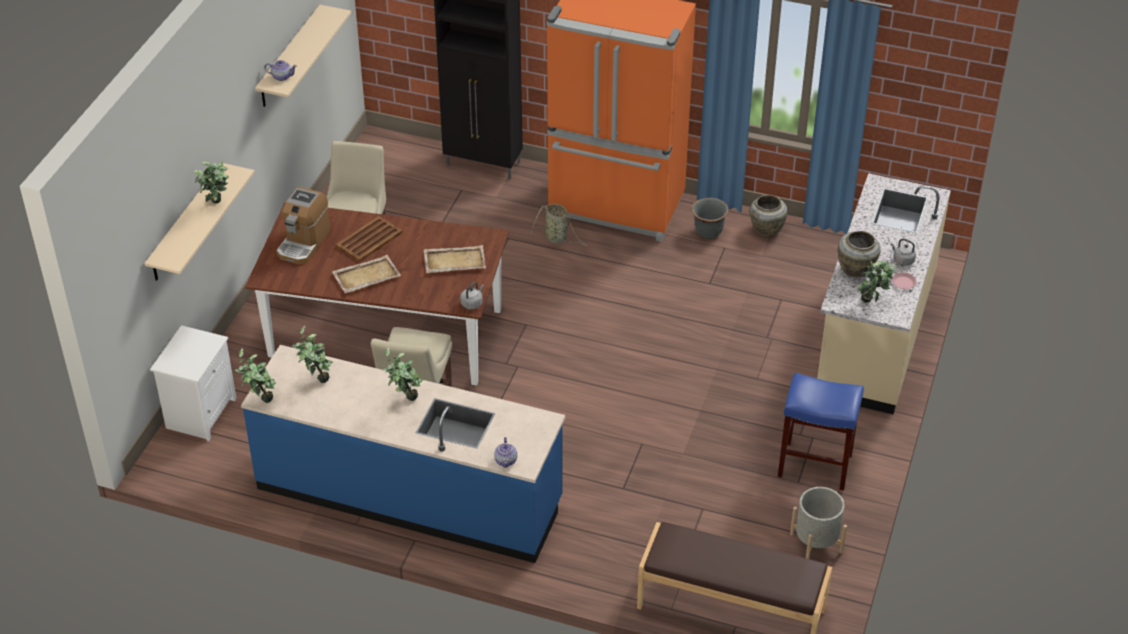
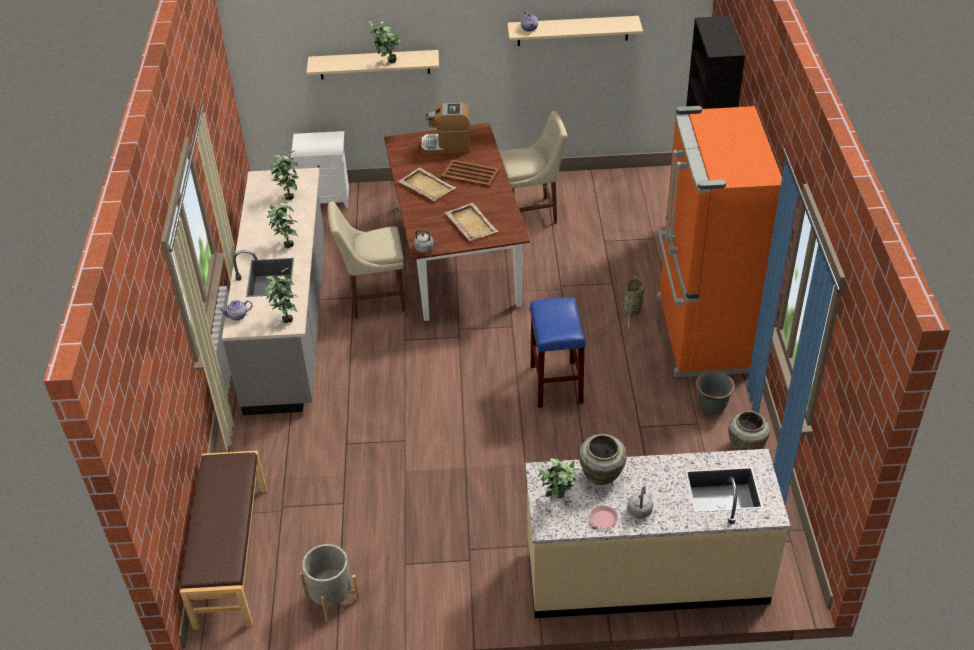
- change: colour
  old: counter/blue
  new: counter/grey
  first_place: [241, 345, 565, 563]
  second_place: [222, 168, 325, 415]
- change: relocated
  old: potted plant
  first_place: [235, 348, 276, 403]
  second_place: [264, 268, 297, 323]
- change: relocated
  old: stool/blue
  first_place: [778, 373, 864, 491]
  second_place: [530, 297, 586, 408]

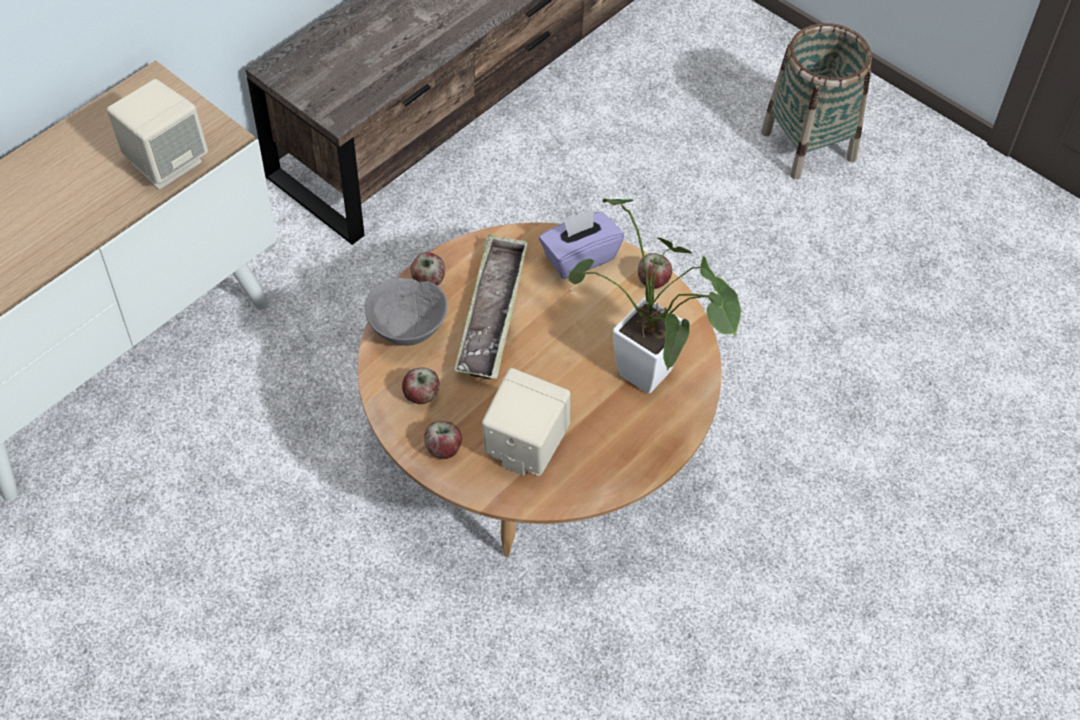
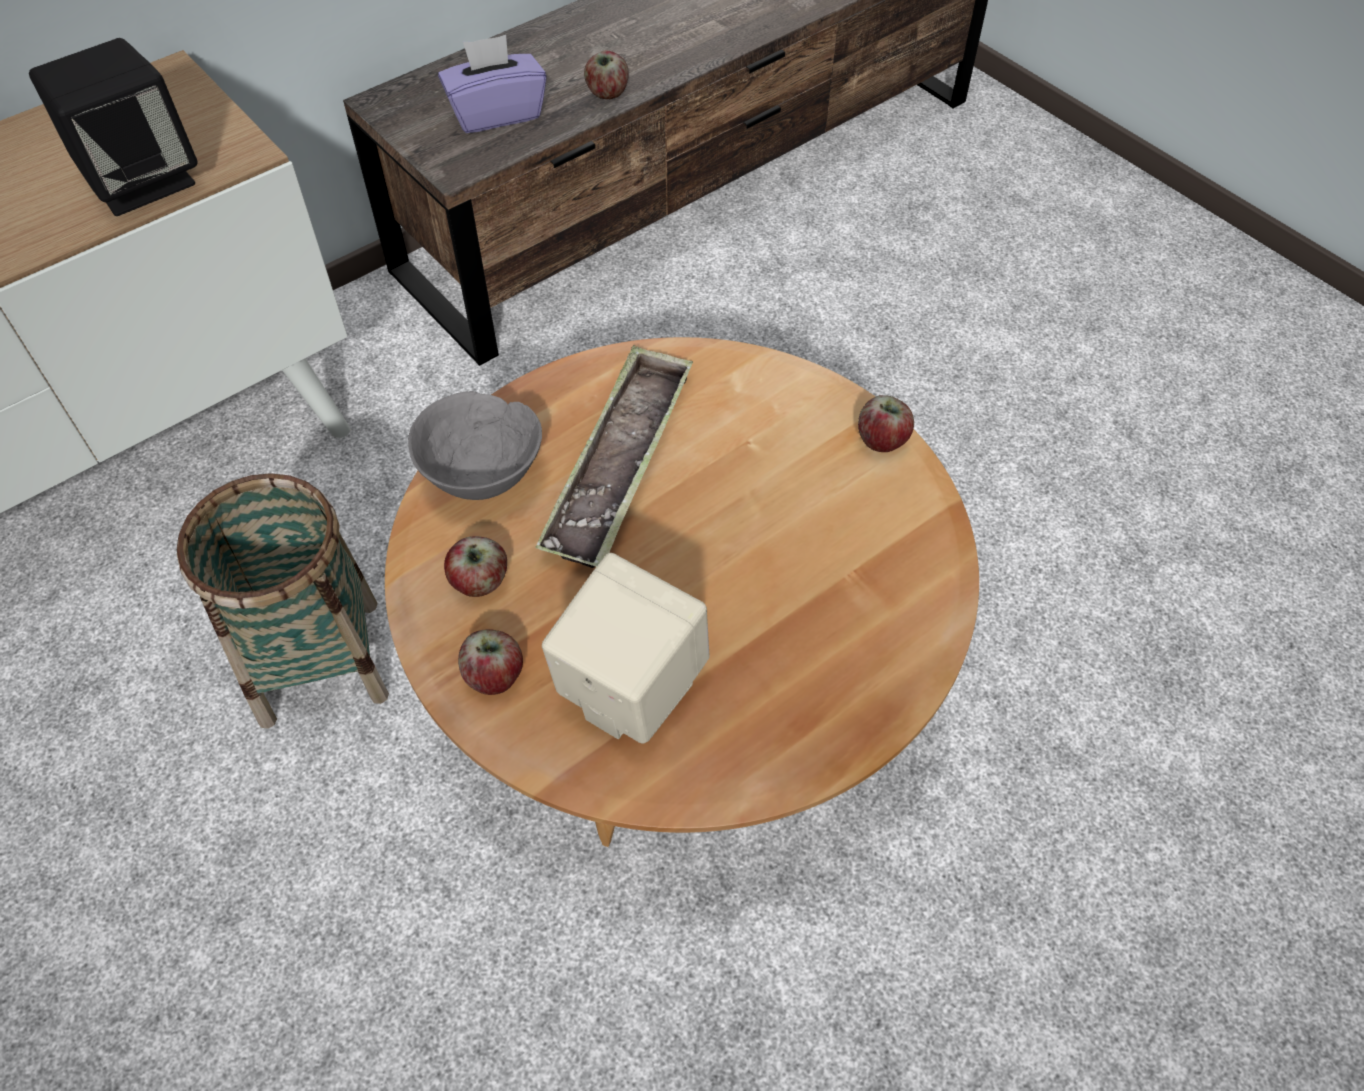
- change: colour
  old: speaker/beige
  new: speaker/black
  first_place: [107, 79, 208, 189]
  second_place: [29, 38, 198, 216]
- change: relocated
  old: basket
  first_place: [761, 23, 872, 179]
  second_place: [177, 474, 389, 729]
- change: relocated
  old: tissue box/purple
  first_place: [539, 210, 624, 279]
  second_place: [438, 35, 547, 133]
- change: relocated
  old: apple
  first_place: [411, 252, 445, 286]
  second_place: [584, 51, 629, 99]
- change: missing
  old: potted plant
  first_place: [568, 198, 743, 394]

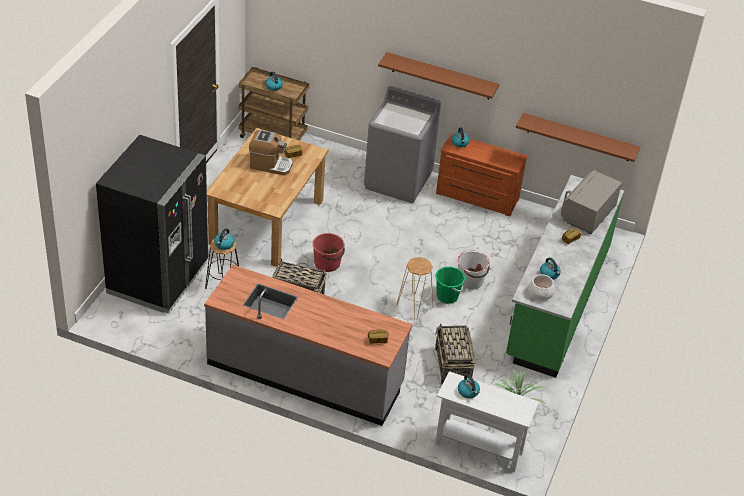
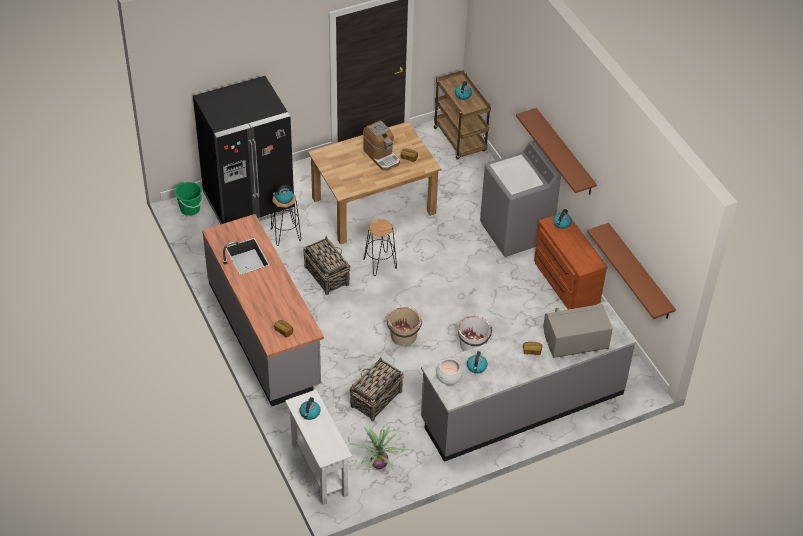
- change: relocated
  old: bucket/green
  first_place: [435, 267, 465, 304]
  second_place: [174, 182, 203, 216]
- change: exchanged
  old: bucket/red
  new: stool/black
  first_place: [312, 233, 345, 272]
  second_place: [364, 219, 397, 276]
- change: exchanged
  old: stool/beige
  new: bucket/beige
  first_place: [396, 257, 433, 320]
  second_place: [387, 307, 422, 346]
- change: colour
  old: counter/green
  new: counter/grey
  first_place: [506, 175, 624, 378]
  second_place: [421, 301, 636, 462]

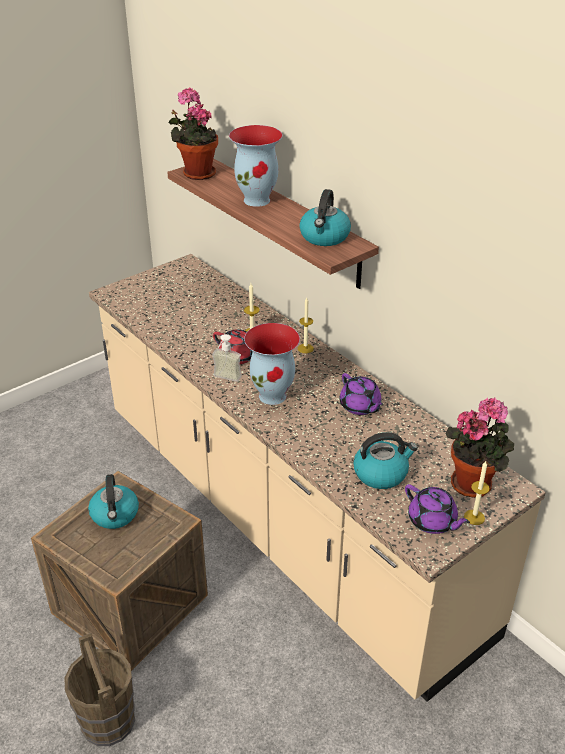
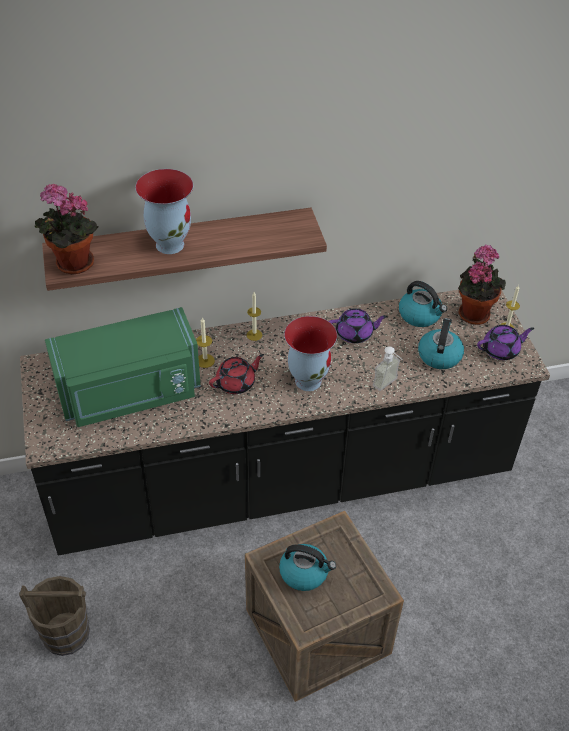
- change: relocated
  old: bucket/brown
  first_place: [64, 633, 135, 746]
  second_place: [19, 576, 90, 656]
- change: colour
  old: counter/beige
  new: counter/black
  first_place: [89, 254, 546, 702]
  second_place: [20, 289, 550, 555]
- change: appeared
  new: microwave/green
  second_place: [45, 307, 201, 427]
- change: relocated
  old: soap dispenser
  first_place: [212, 334, 242, 382]
  second_place: [373, 346, 403, 391]
- change: relocated
  old: kettle
  first_place: [299, 189, 351, 246]
  second_place: [399, 281, 447, 327]

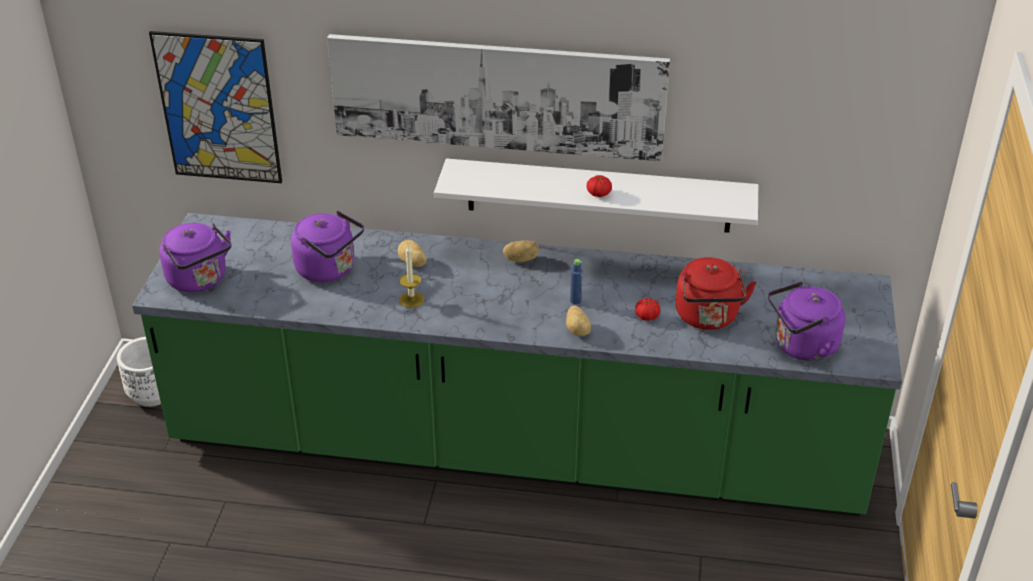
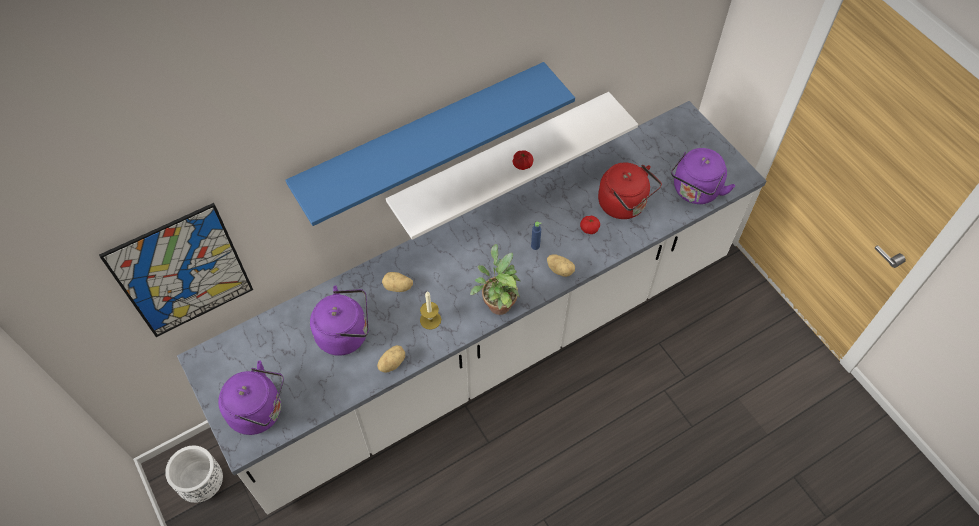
- change: colour
  old: counter/green
  new: counter/white
  first_place: [132, 213, 902, 517]
  second_place: [177, 101, 766, 515]
- change: exchanged
  old: picture
  new: shelf/blue
  first_place: [327, 34, 670, 161]
  second_place: [285, 62, 575, 226]
- change: relocated
  old: potato
  first_place: [503, 240, 539, 262]
  second_place: [377, 345, 405, 373]
- change: appeared
  new: potted plant
  second_place: [470, 244, 520, 315]

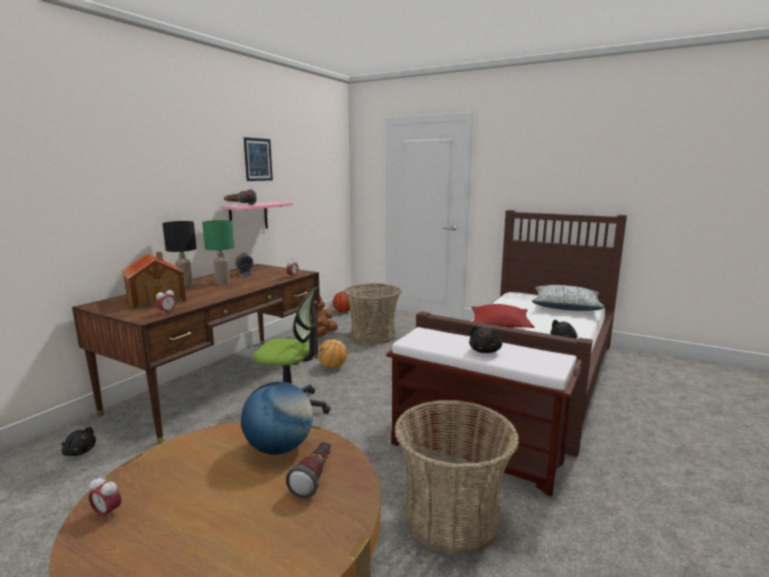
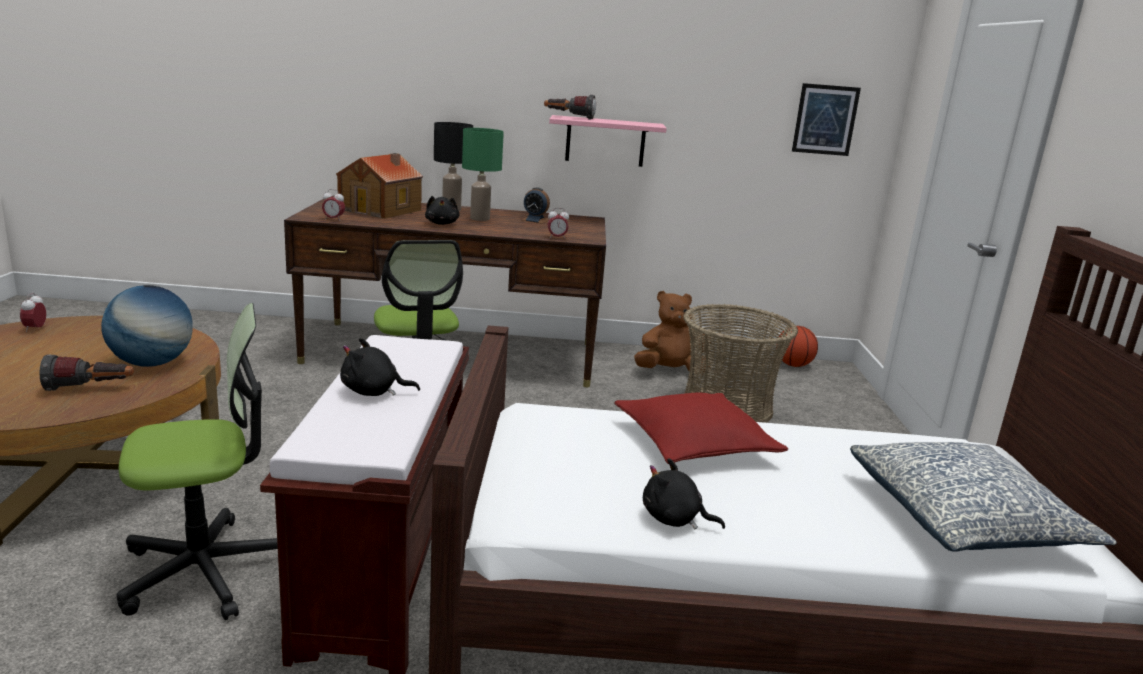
- change: exchanged
  old: basket
  new: office chair
  first_place: [394, 400, 519, 556]
  second_place: [117, 303, 278, 620]
- change: relocated
  old: plush toy/black
  first_place: [61, 427, 96, 456]
  second_place: [425, 196, 460, 225]
- change: relocated
  old: picture
  first_place: [243, 137, 273, 181]
  second_place: [792, 83, 861, 156]
- change: missing
  old: basketball
  first_place: [318, 339, 347, 369]

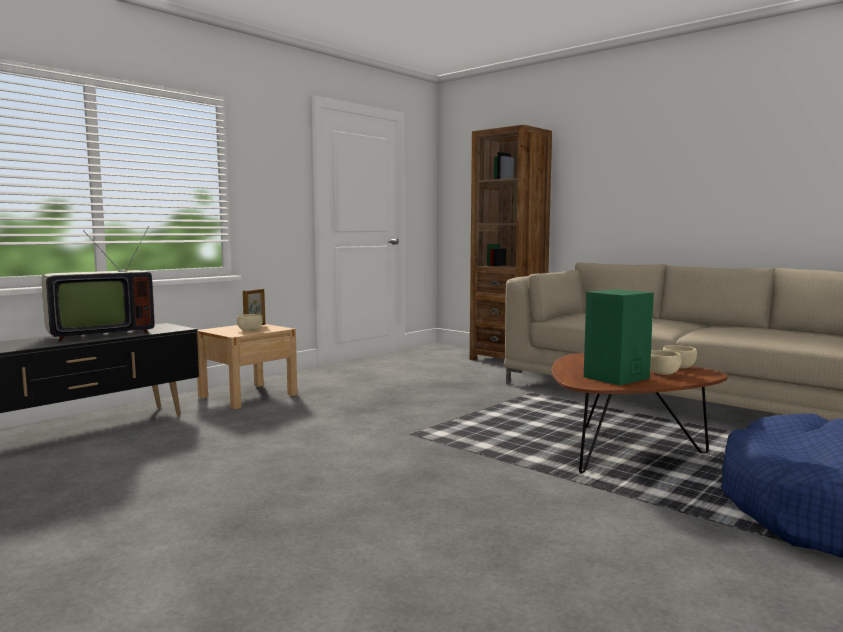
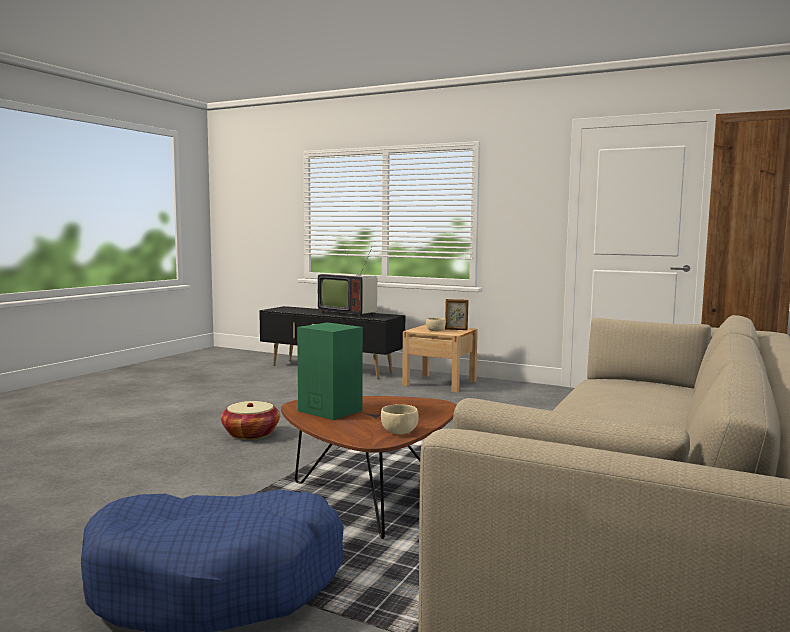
- change: appeared
  new: basket
  second_place: [221, 401, 280, 440]
- change: missing
  old: bowl/beige
  first_place: [650, 350, 681, 375]

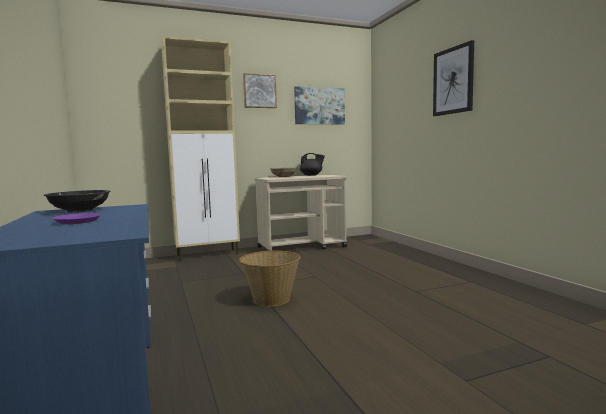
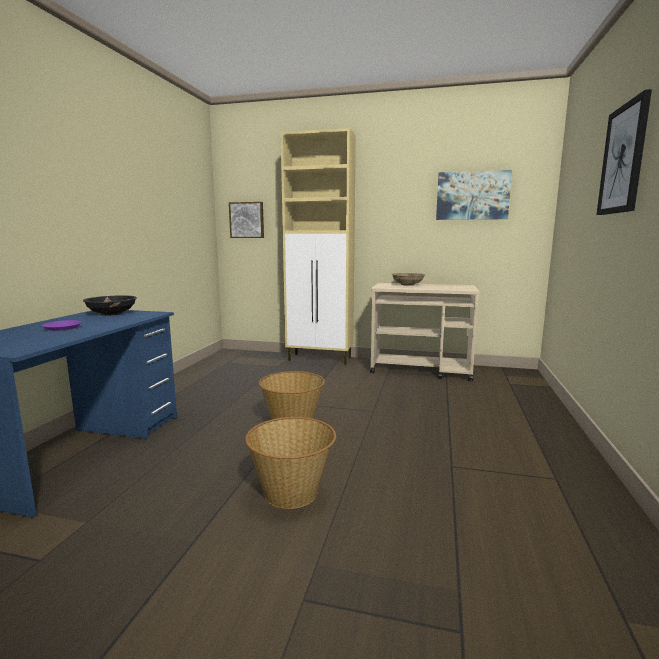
- change: relocated
  old: picture
  first_place: [243, 73, 277, 108]
  second_place: [229, 202, 264, 238]
- change: appeared
  new: basket
  second_place: [245, 417, 336, 509]
- change: missing
  old: teapot/black
  first_place: [300, 153, 325, 176]

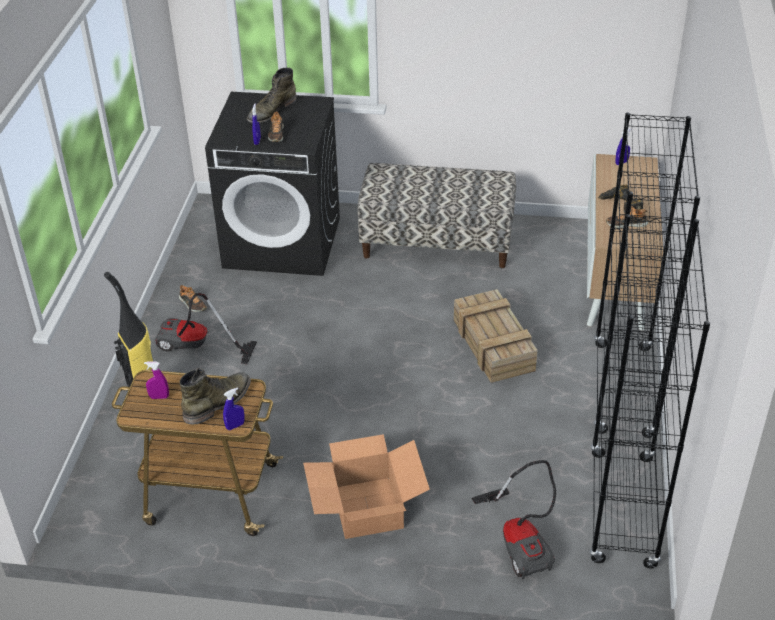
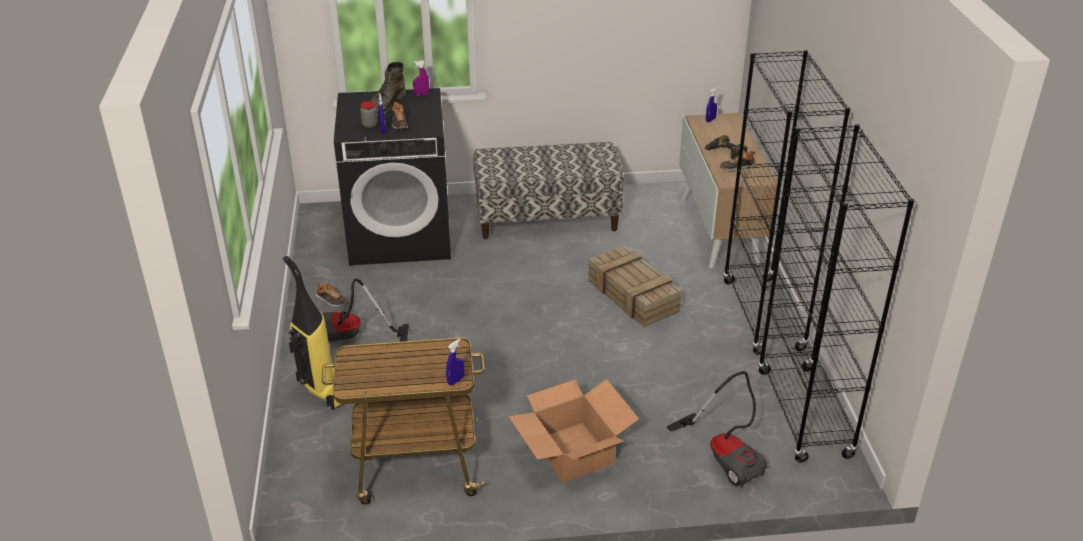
- change: appeared
  new: jar
  second_place: [360, 101, 378, 128]
- change: relocated
  old: spray bottle/purple
  first_place: [144, 361, 169, 399]
  second_place: [413, 60, 429, 95]
- change: missing
  old: boot/green
  first_place: [180, 368, 251, 425]

